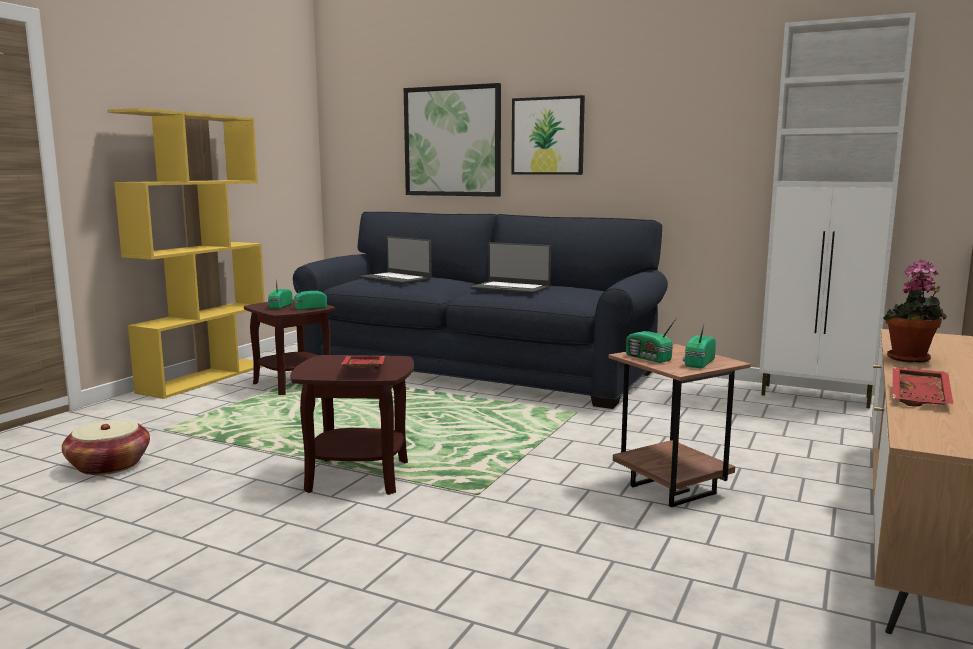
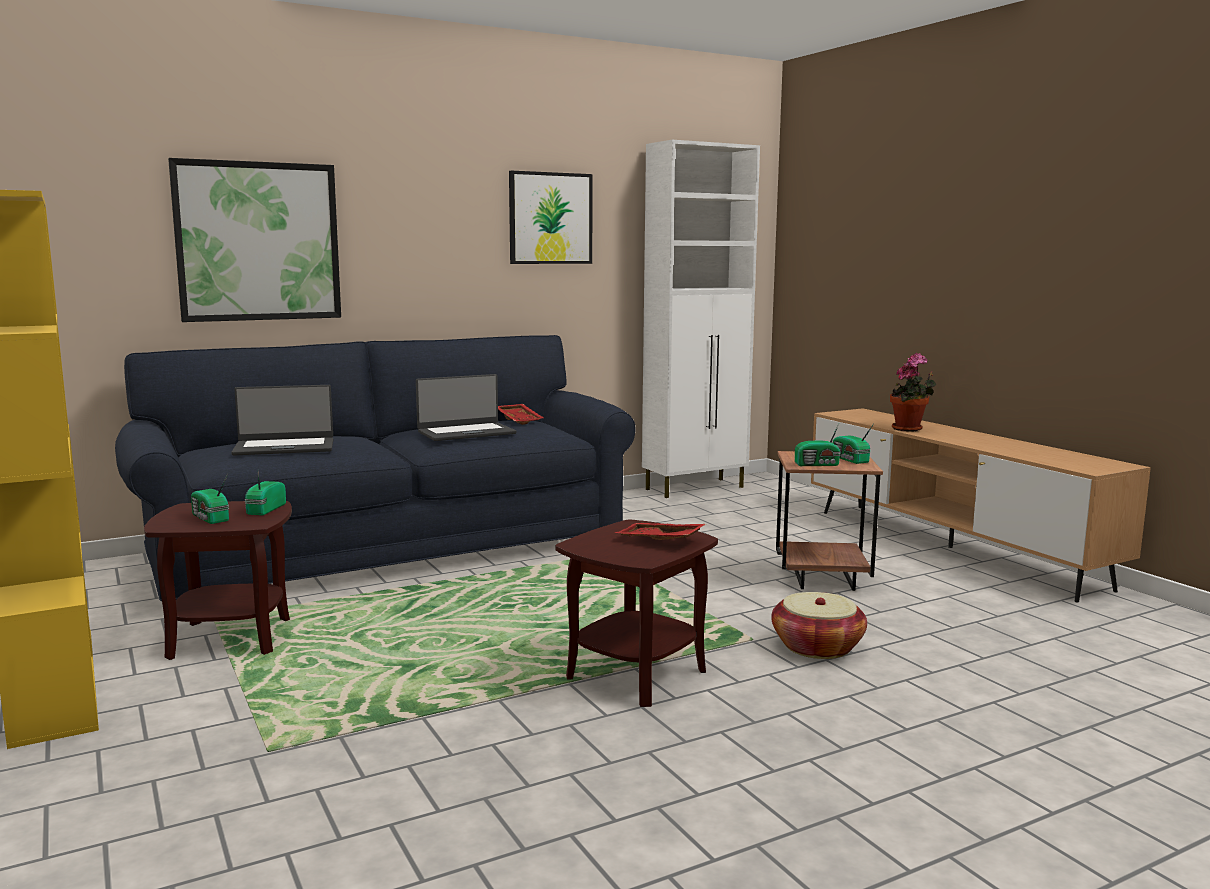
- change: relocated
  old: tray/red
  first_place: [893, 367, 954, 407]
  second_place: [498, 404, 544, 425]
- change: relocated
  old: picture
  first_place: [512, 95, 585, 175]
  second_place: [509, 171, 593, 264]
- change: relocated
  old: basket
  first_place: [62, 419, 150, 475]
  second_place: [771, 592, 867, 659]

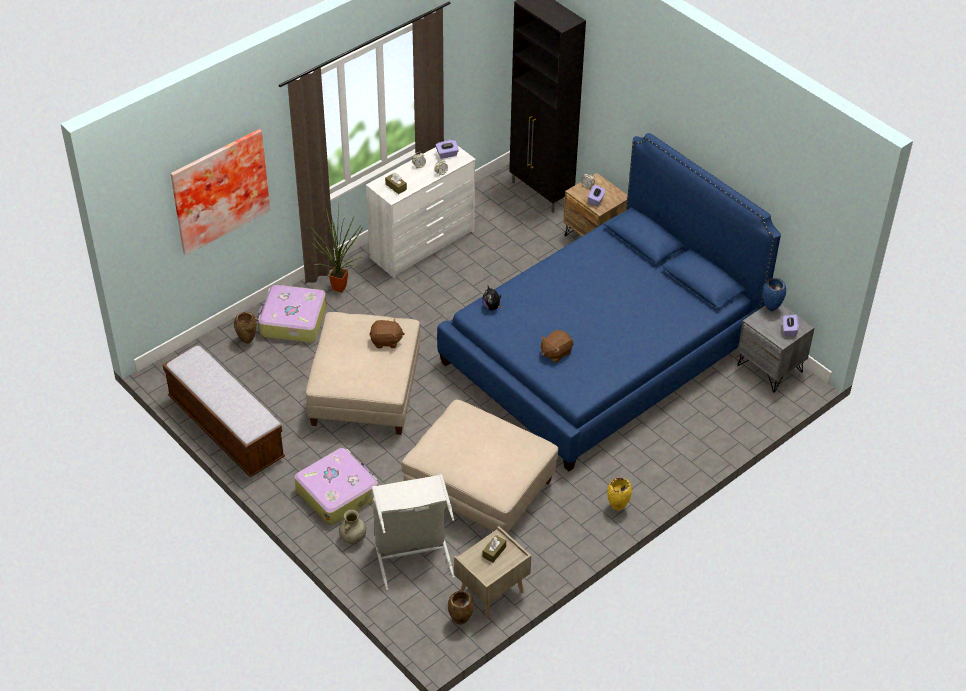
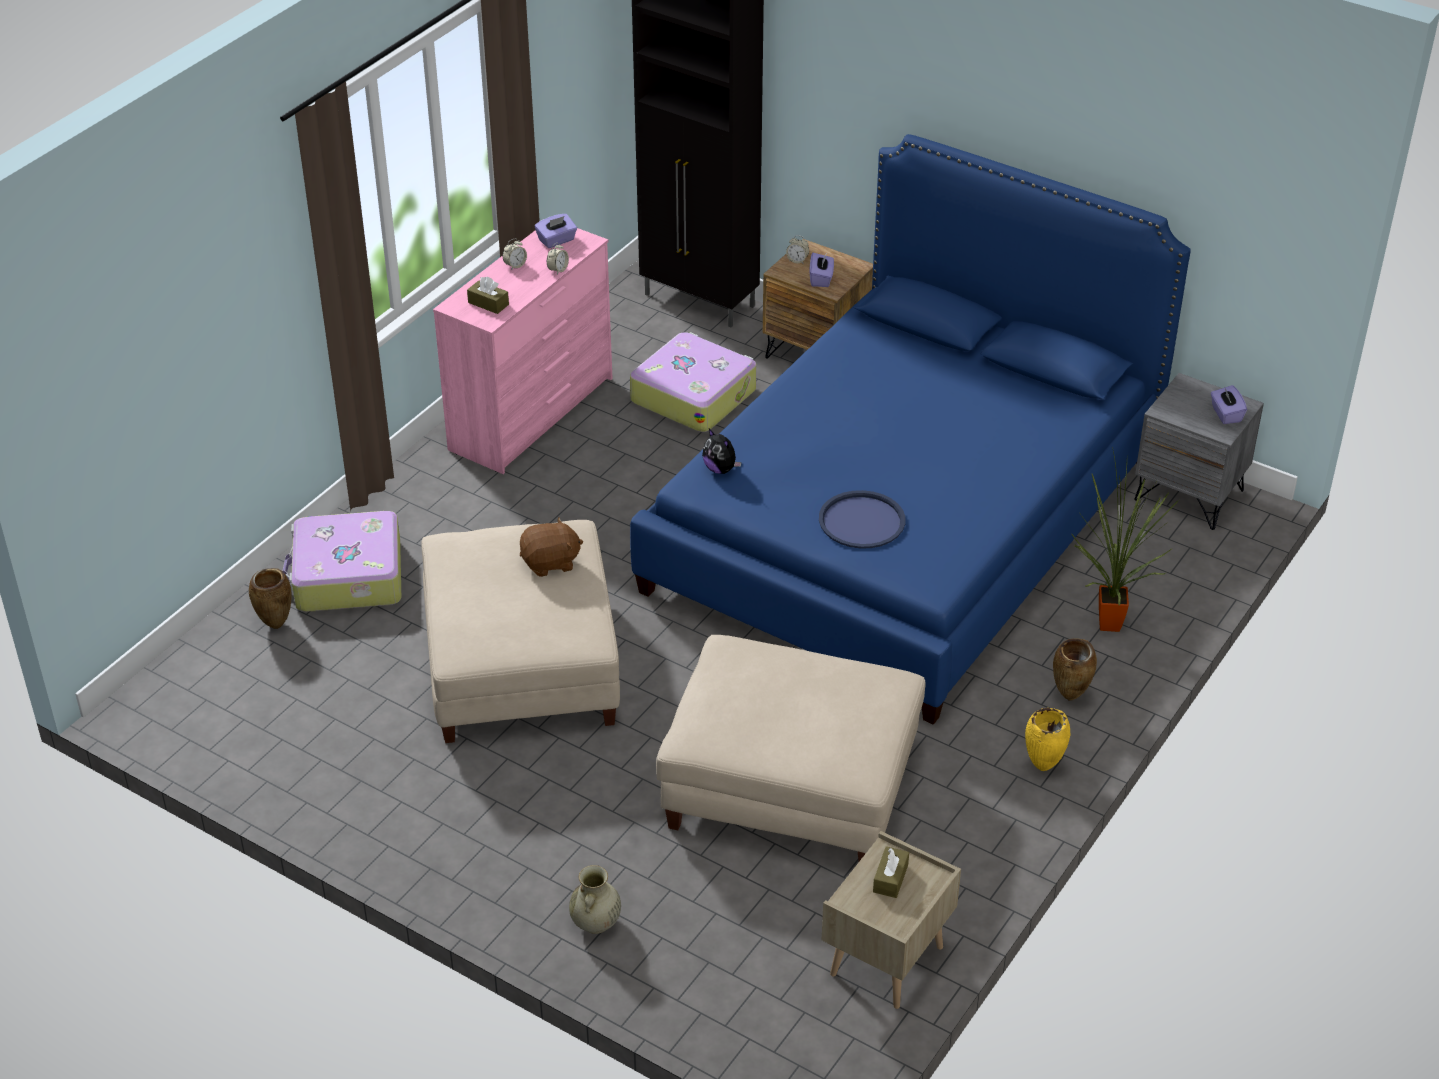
- change: colour
  old: dresser/white
  new: dresser/pink
  first_place: [366, 145, 476, 278]
  second_place: [433, 228, 613, 474]
- change: relocated
  old: suitcase
  first_place: [295, 448, 378, 525]
  second_place: [630, 332, 756, 432]
- change: exchanged
  old: plush toy/brown
  new: tray/blue
  first_place: [541, 330, 573, 363]
  second_place: [819, 490, 905, 549]
- change: relocated
  old: vase/brown
  first_place: [448, 591, 474, 625]
  second_place: [1053, 638, 1097, 701]
- change: relocated
  old: potted plant
  first_place: [311, 197, 363, 292]
  second_place: [1071, 447, 1179, 632]
- change: missing
  old: bench
  first_place: [163, 345, 285, 477]
- change: missing
  old: picture
  first_place: [171, 129, 270, 255]
- change: missing
  old: laundry basket/grey
  first_place: [372, 474, 455, 590]
- change: missing
  old: vase/blue
  first_place: [763, 278, 786, 311]

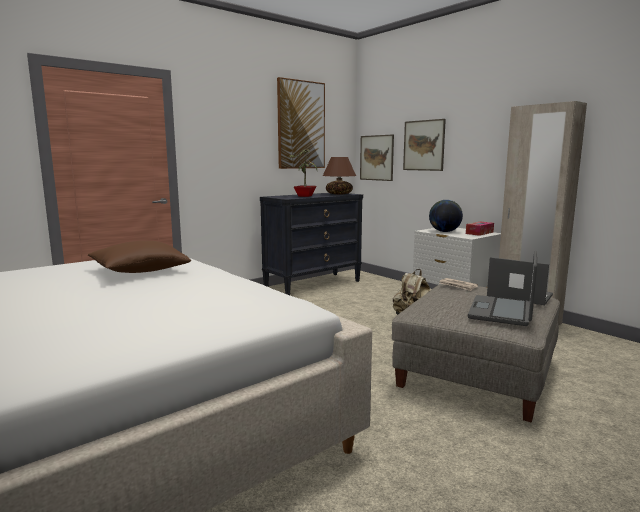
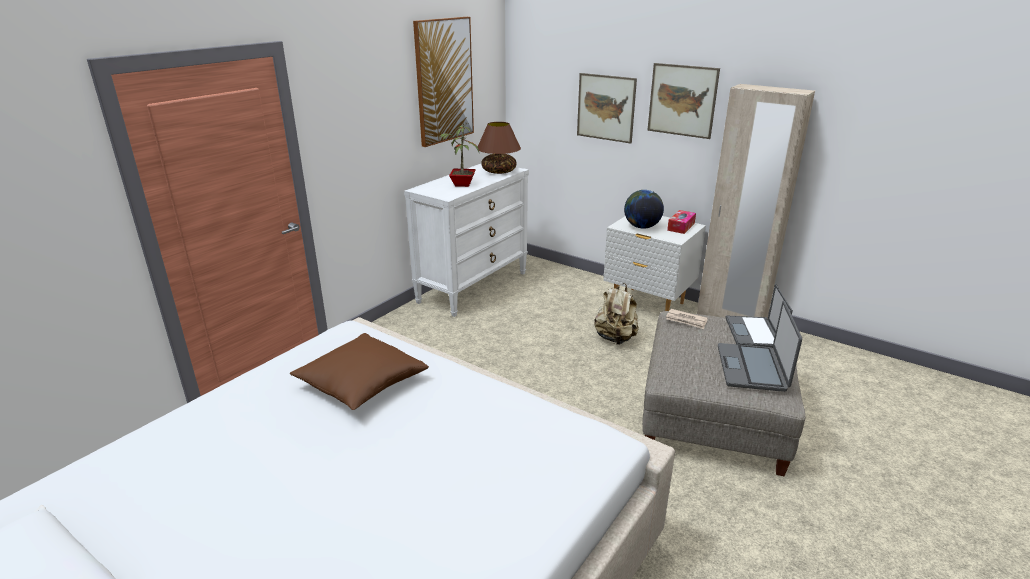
- change: colour
  old: dresser/black
  new: dresser/white
  first_place: [260, 193, 363, 295]
  second_place: [404, 164, 529, 317]
- change: relocated
  old: picture
  first_place: [360, 134, 394, 181]
  second_place: [647, 63, 720, 139]
- change: spun
  old: laptop
  first_place: [487, 257, 553, 305]
  second_place: [725, 284, 793, 348]
  degrees: -105

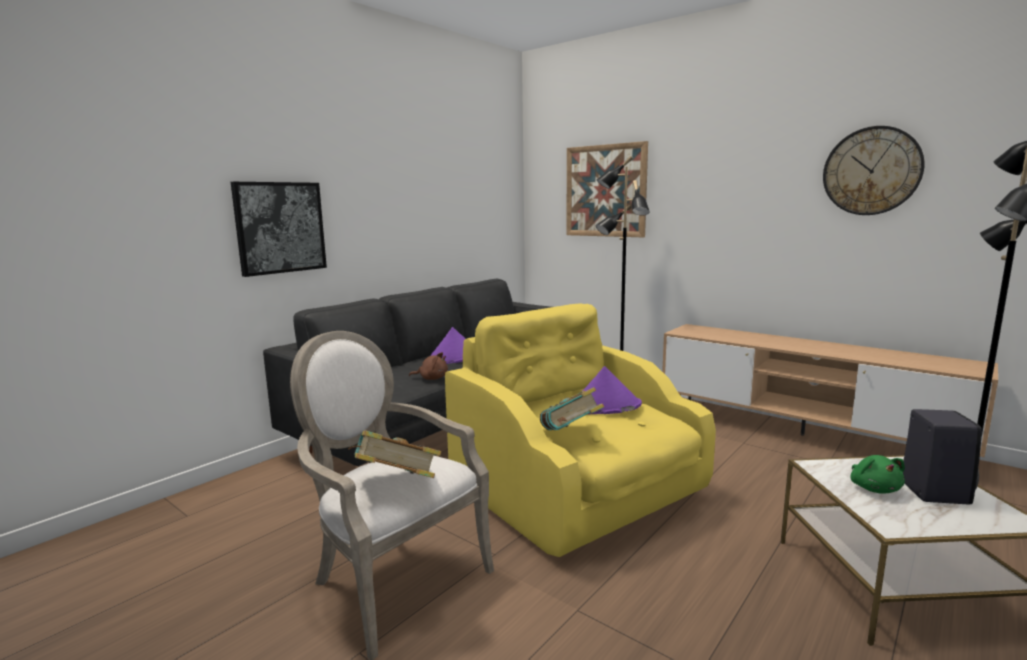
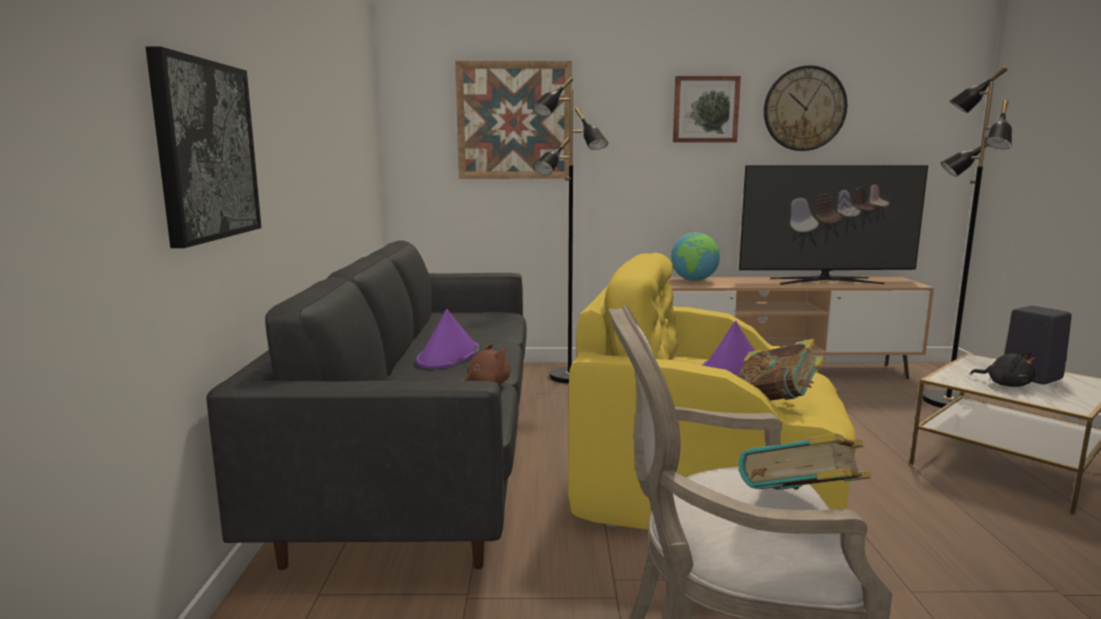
- change: appeared
  new: globe
  second_place: [671, 232, 720, 281]
- change: appeared
  new: picture
  second_place: [673, 76, 741, 142]
- change: appeared
  new: television
  second_place: [739, 165, 928, 285]
- change: colour
  old: plush toy/green
  new: plush toy/black
  first_place: [851, 455, 905, 494]
  second_place: [970, 352, 1036, 387]

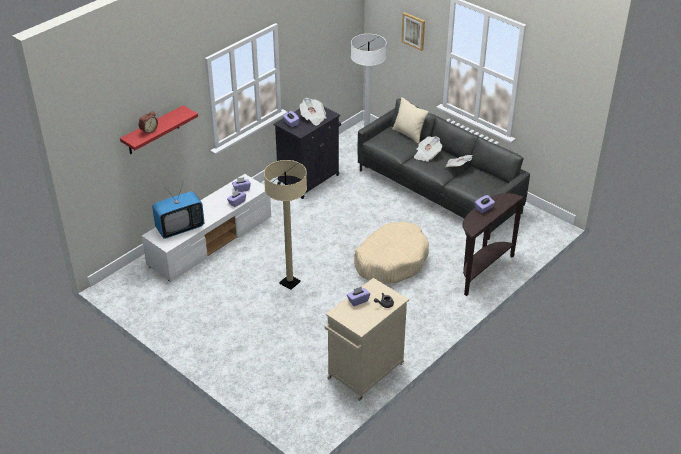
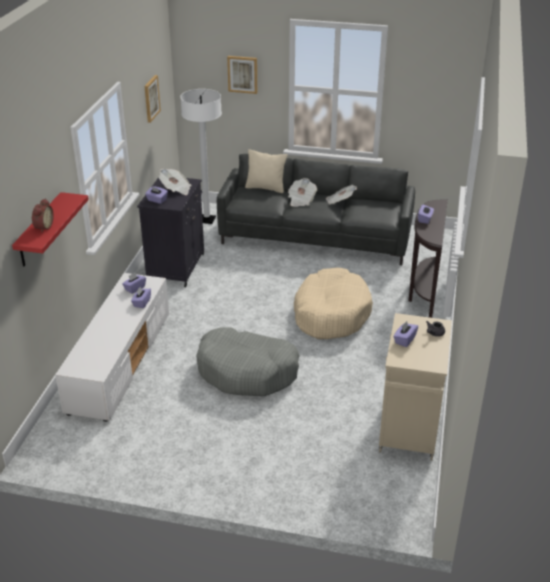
- change: appeared
  new: picture
  second_place: [145, 75, 161, 123]
- change: exchanged
  old: floor lamp/beige
  new: dog bed/grey
  first_place: [264, 160, 307, 290]
  second_place: [196, 328, 299, 396]
- change: missing
  old: television
  first_place: [152, 183, 204, 239]

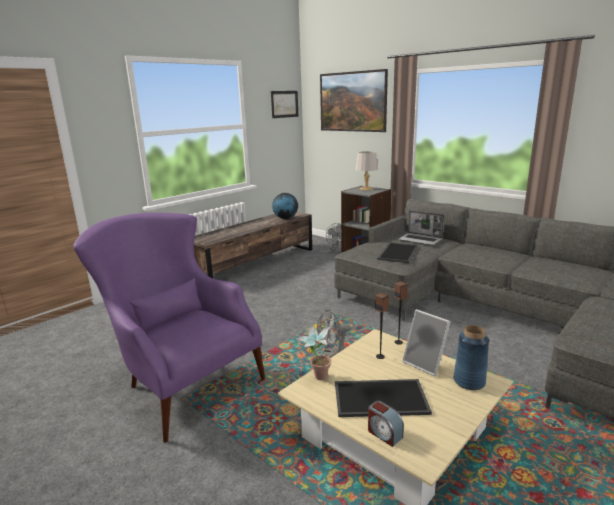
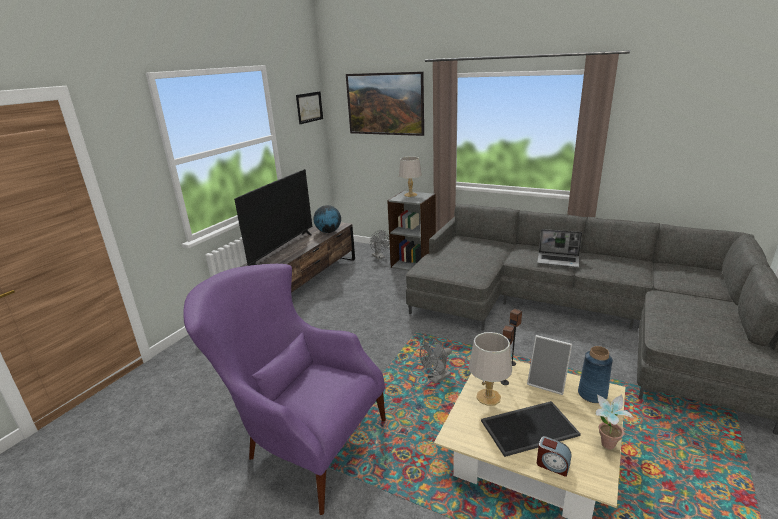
- change: appeared
  new: television
  second_place: [234, 169, 312, 266]
- change: appeared
  new: table lamp/grey
  second_place: [469, 332, 512, 406]
- change: relocated
  old: laptop
  first_place: [398, 210, 444, 246]
  second_place: [537, 229, 582, 267]
- change: relocated
  old: potted plant
  first_place: [296, 325, 331, 380]
  second_place: [596, 394, 634, 450]
- change: missing
  old: tray
  first_place: [377, 242, 418, 263]

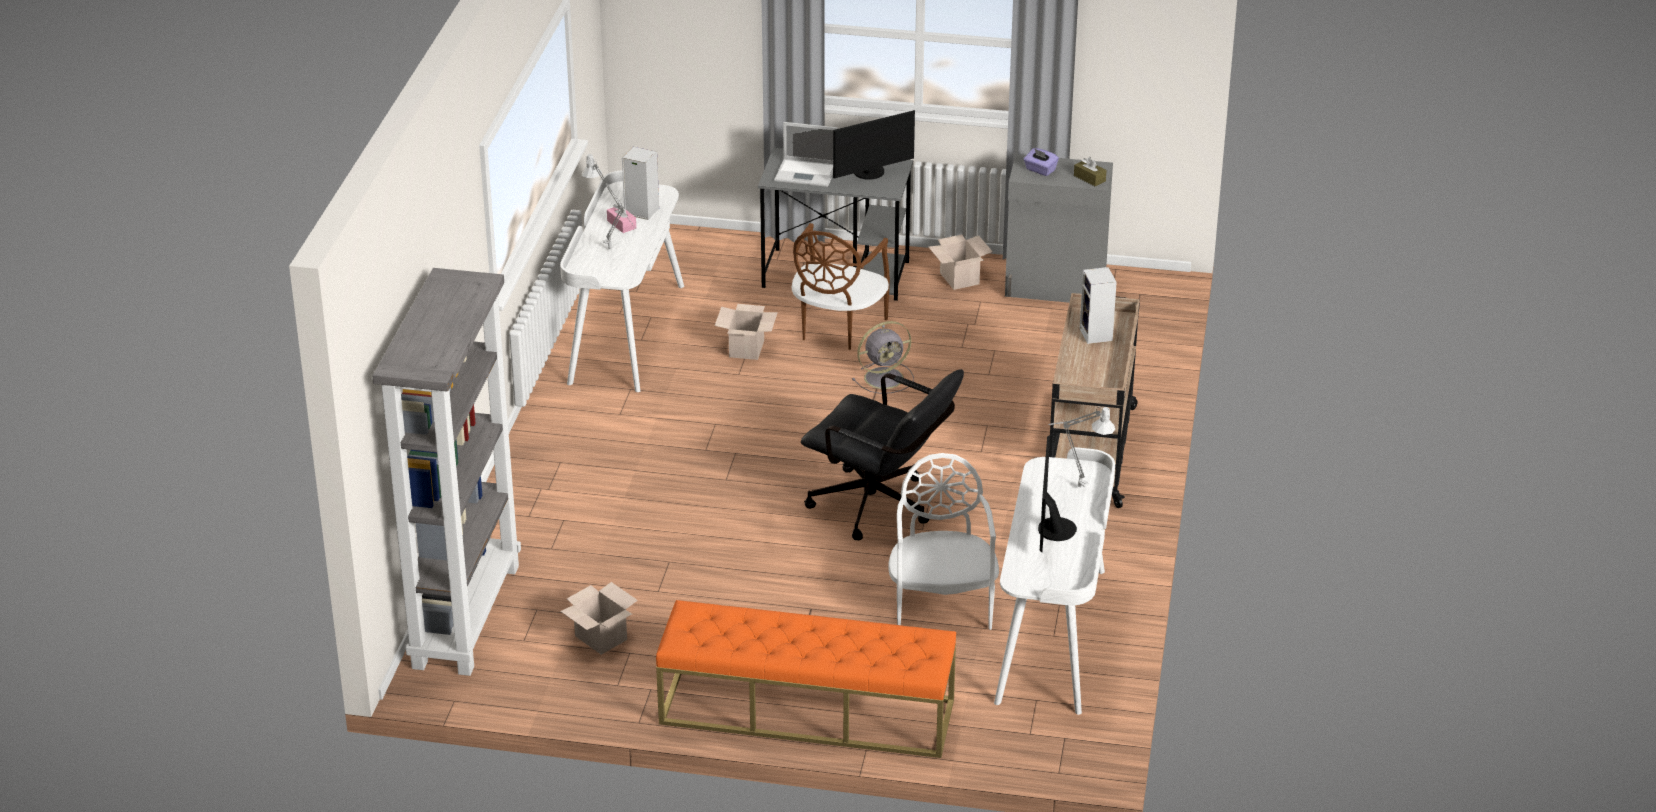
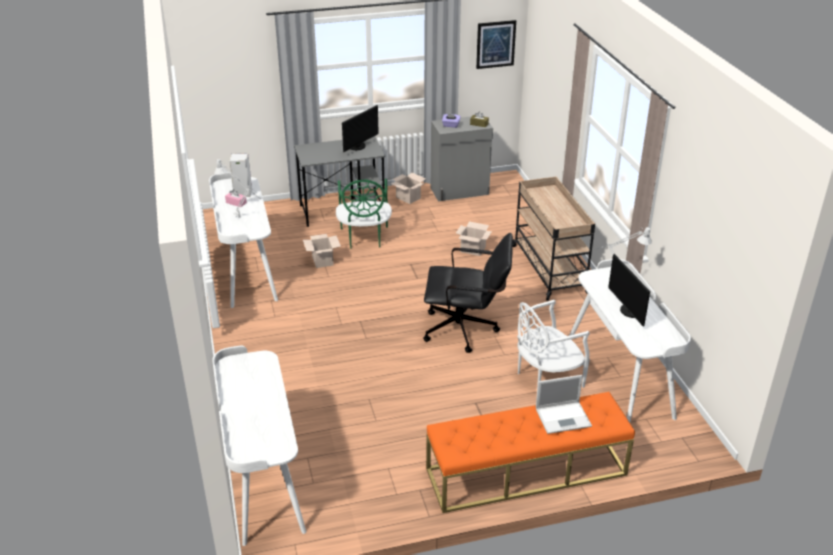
- change: exchanged
  old: bookcase/grey
  new: desk/white
  first_place: [372, 268, 521, 676]
  second_place: [212, 345, 306, 546]
- change: colour
  old: chair/brown
  new: chair/green
  first_place: [792, 223, 890, 350]
  second_place: [336, 179, 392, 249]
- change: relocated
  old: cardboard box
  first_place: [560, 582, 638, 655]
  second_place: [456, 221, 492, 256]
- change: appeared
  new: picture
  second_place: [476, 20, 516, 69]
- change: spun
  old: chair/white
  first_place: [888, 453, 999, 630]
  second_place: [517, 300, 590, 388]
  degrees: -90
- change: relocated
  old: laptop
  first_place: [774, 122, 837, 187]
  second_place: [536, 375, 592, 434]
- change: missing
  old: fan/grey
  first_place: [852, 321, 914, 394]
- change: missing
  old: speaker
  first_place: [1080, 267, 1117, 344]

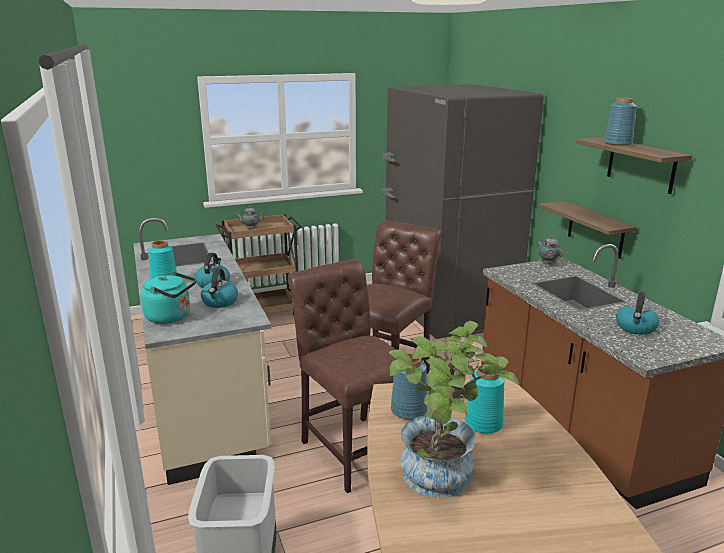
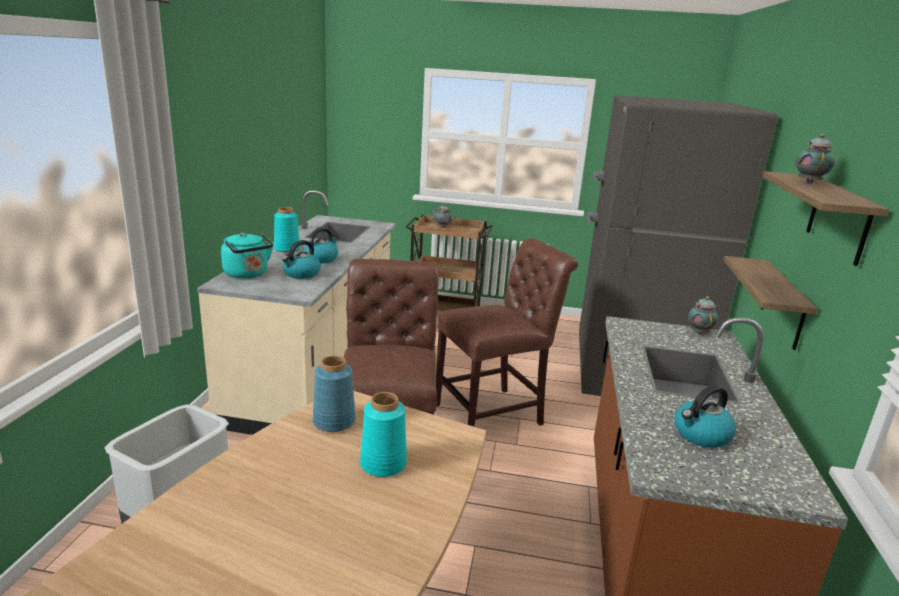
- change: exchanged
  old: vase/blue
  new: teapot
  first_place: [604, 98, 637, 146]
  second_place: [795, 134, 835, 184]
- change: missing
  old: potted plant
  first_place: [389, 321, 519, 498]

